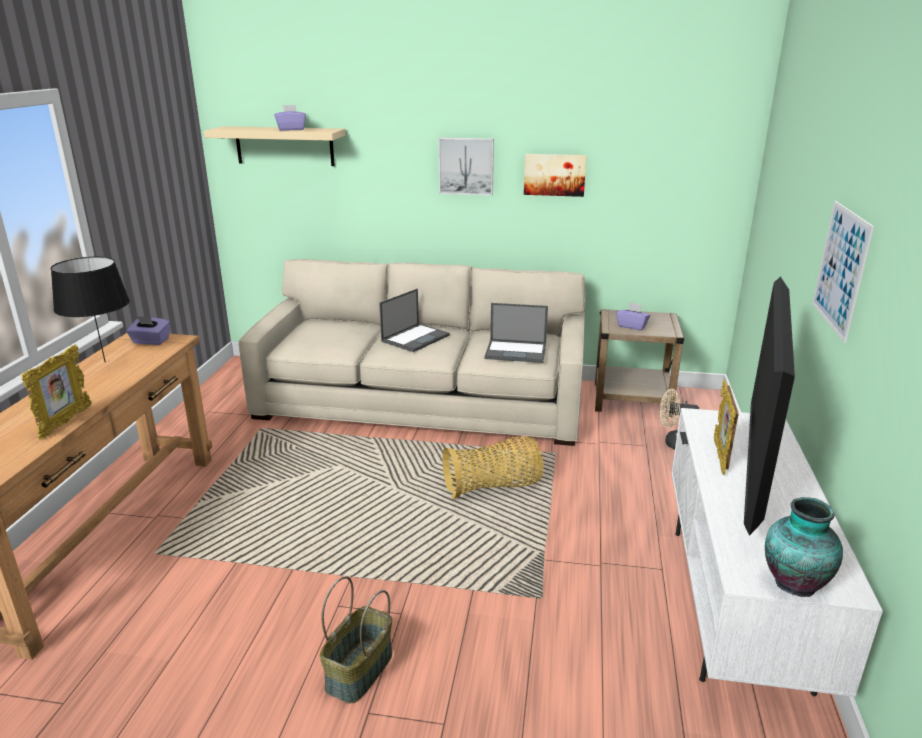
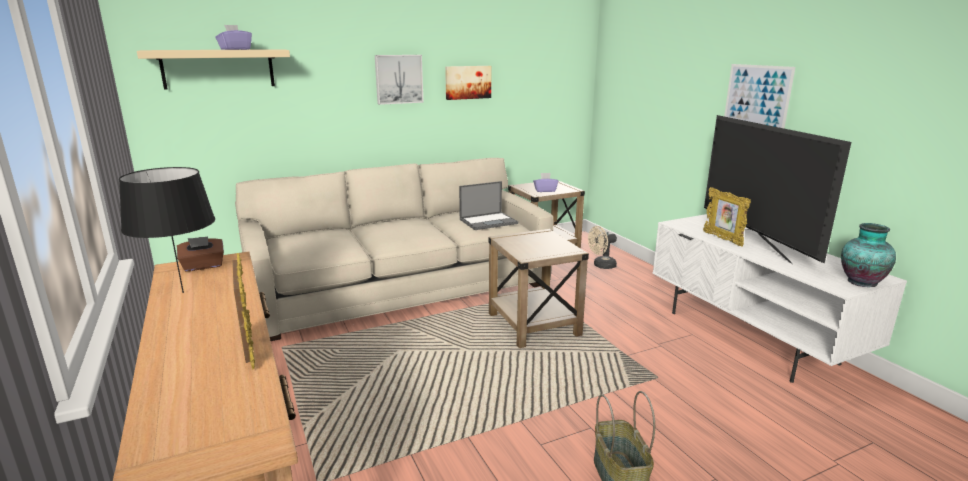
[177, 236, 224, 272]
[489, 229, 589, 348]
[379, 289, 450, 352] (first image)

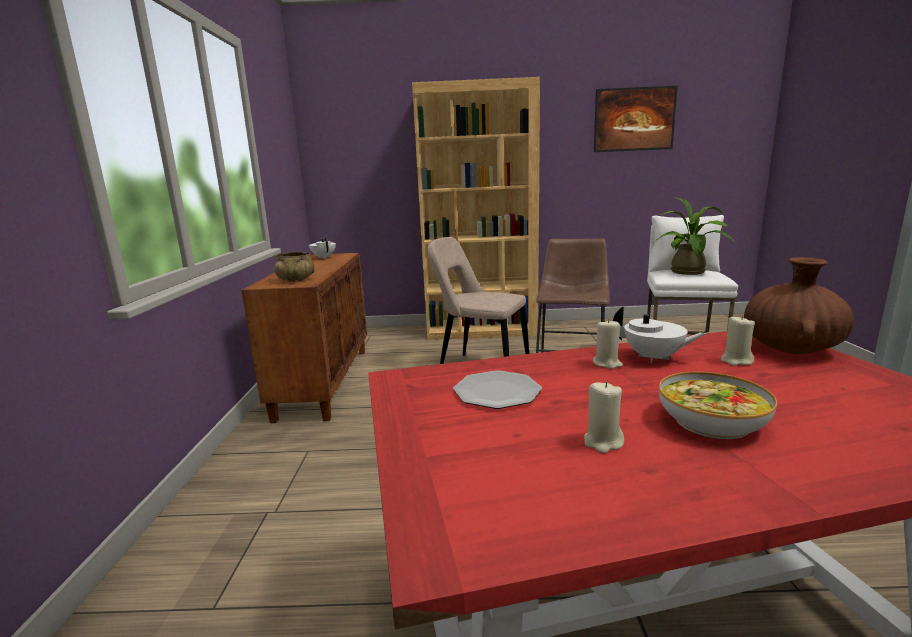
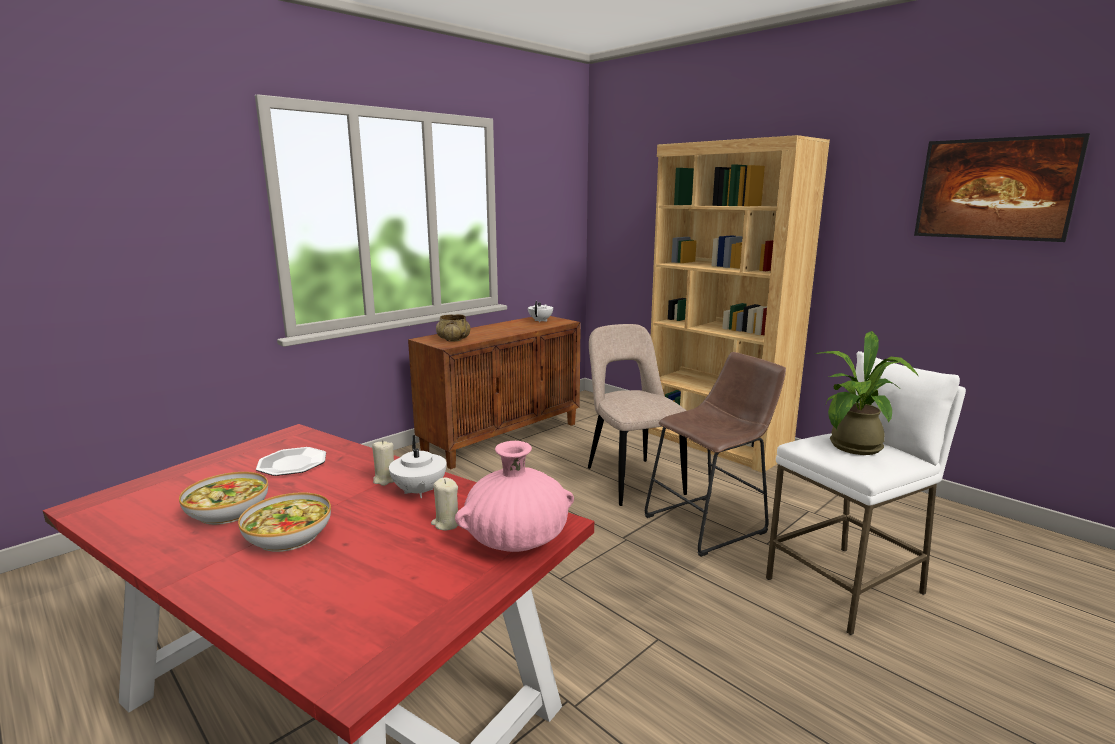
[179, 472, 268, 525]
[455, 441, 574, 552]

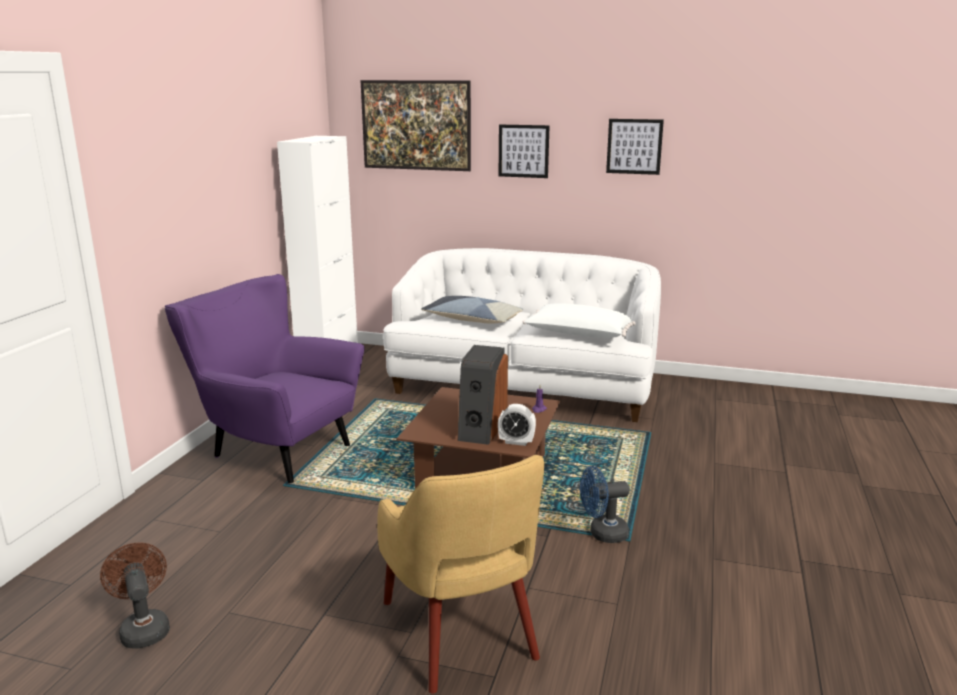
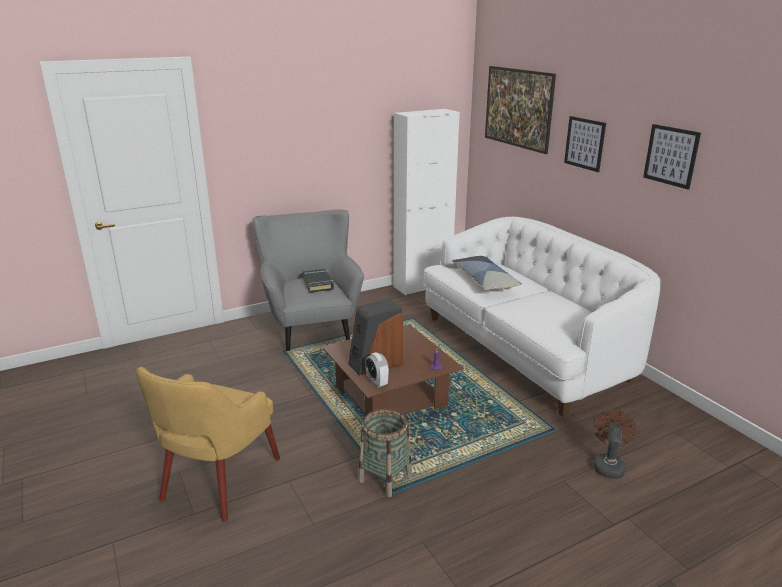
[252, 210, 364, 351]
[303, 269, 334, 292]
[358, 409, 412, 497]
[593, 410, 636, 479]
[523, 303, 636, 338] (first image)

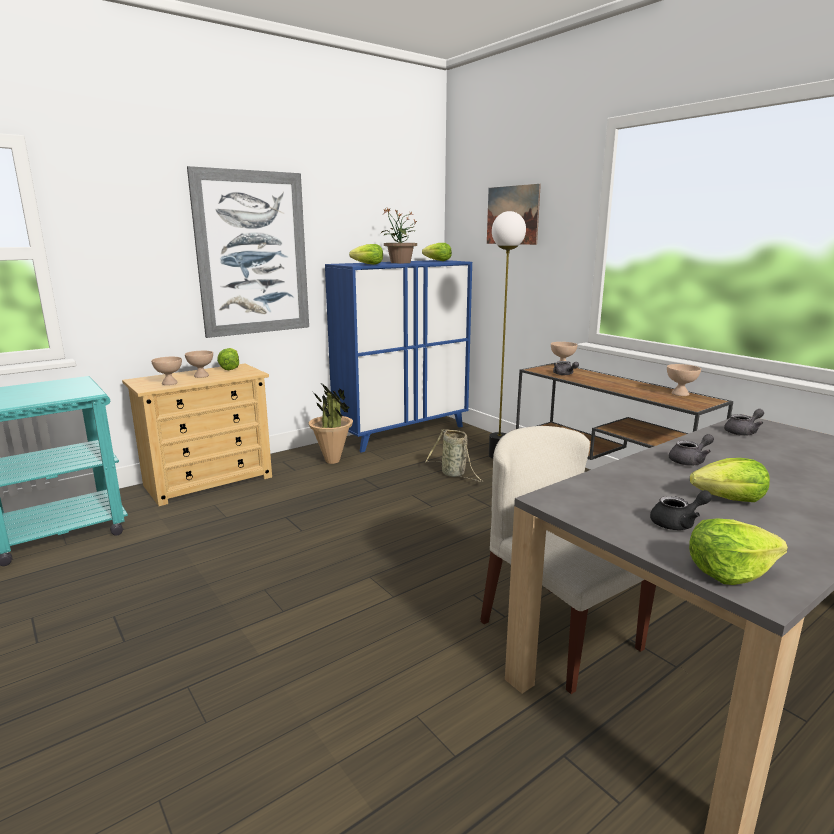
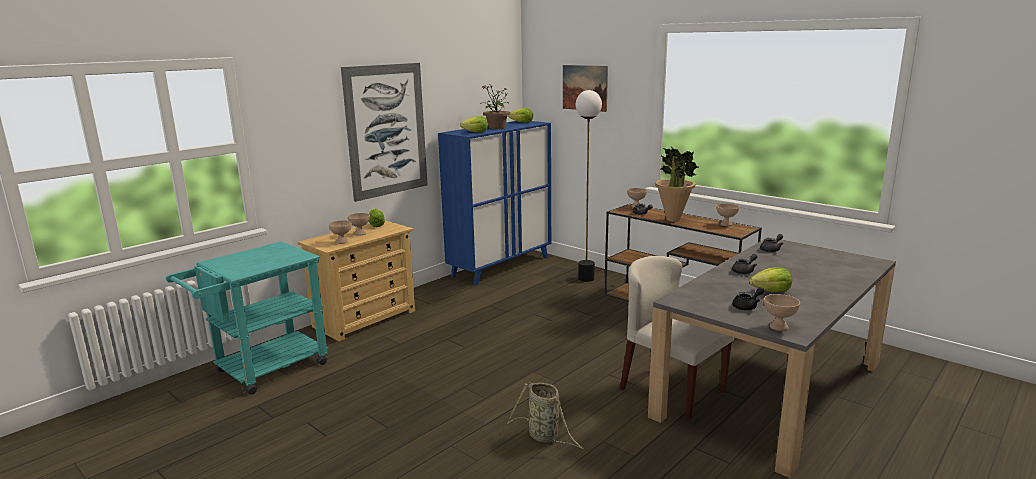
[507, 382, 584, 449]
[655, 147, 699, 222]
[764, 294, 800, 331]

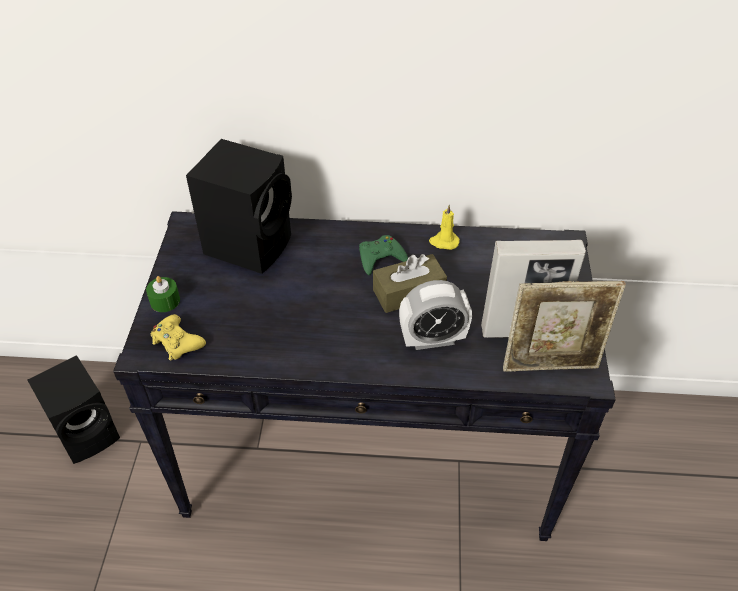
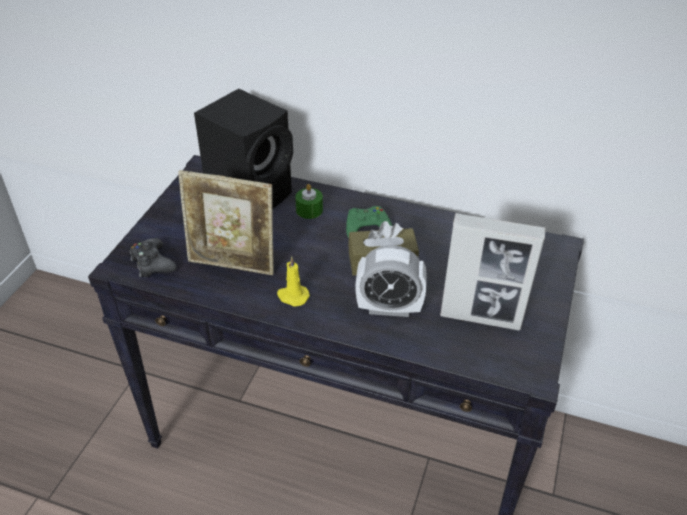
[129, 238, 177, 277]
[178, 170, 274, 275]
[277, 256, 310, 306]
[295, 184, 323, 219]
[27, 355, 120, 464] (first image)

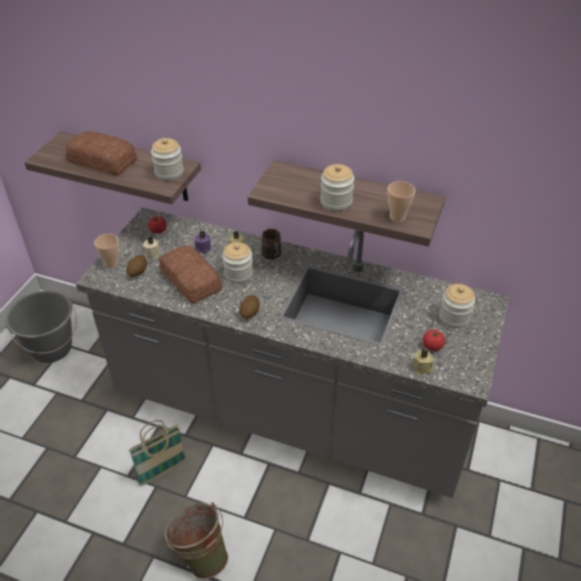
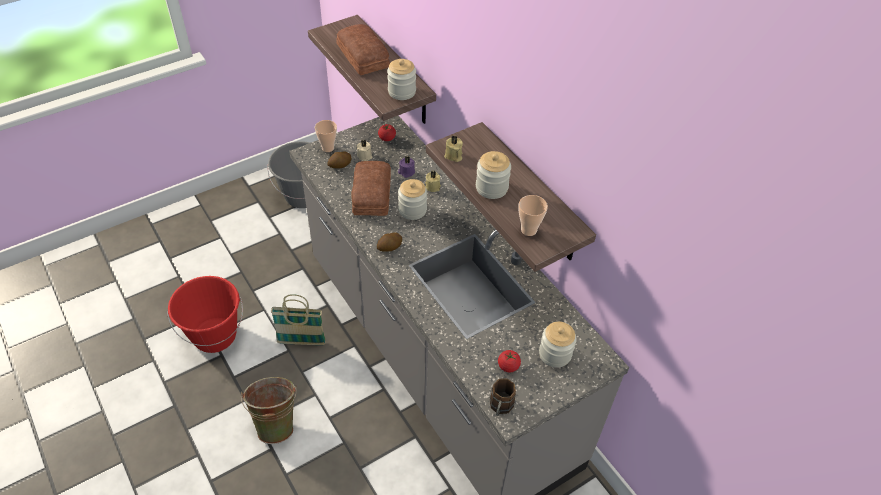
[167, 276, 243, 353]
[444, 135, 463, 162]
[490, 378, 516, 416]

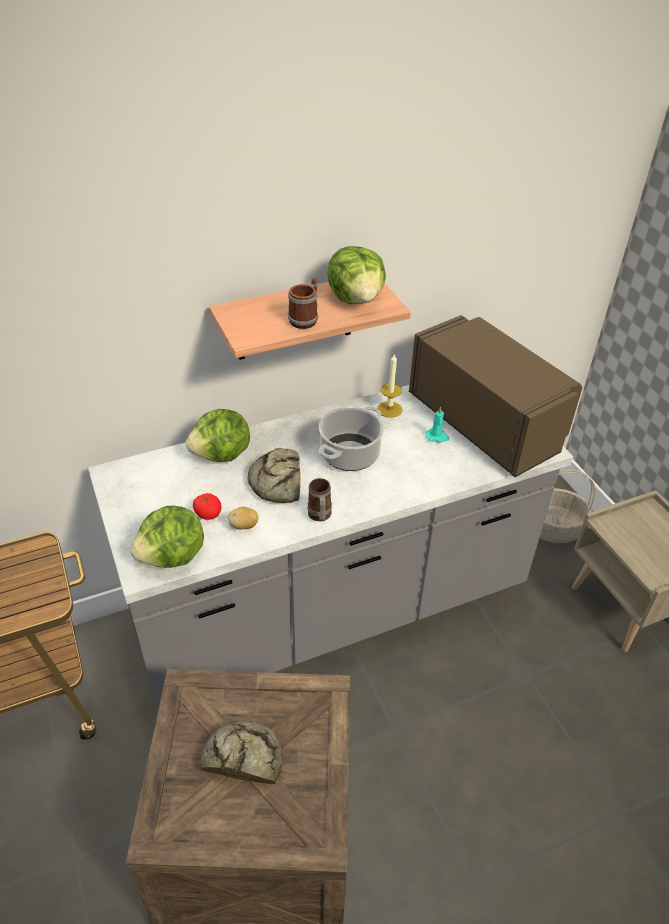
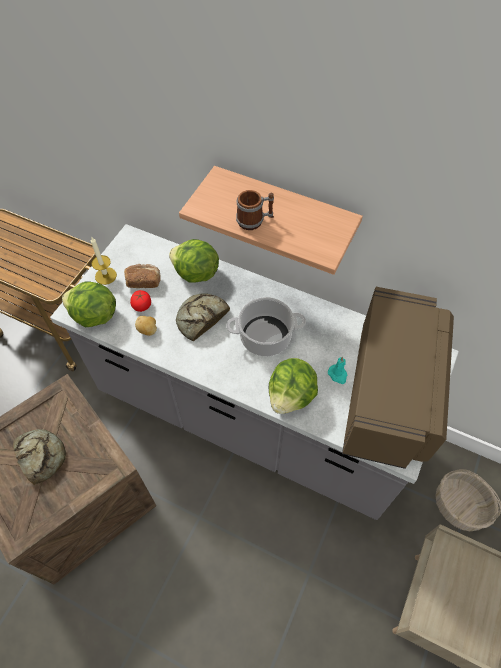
[91, 238, 117, 285]
[124, 264, 161, 288]
[269, 358, 318, 414]
[308, 478, 332, 521] (first image)

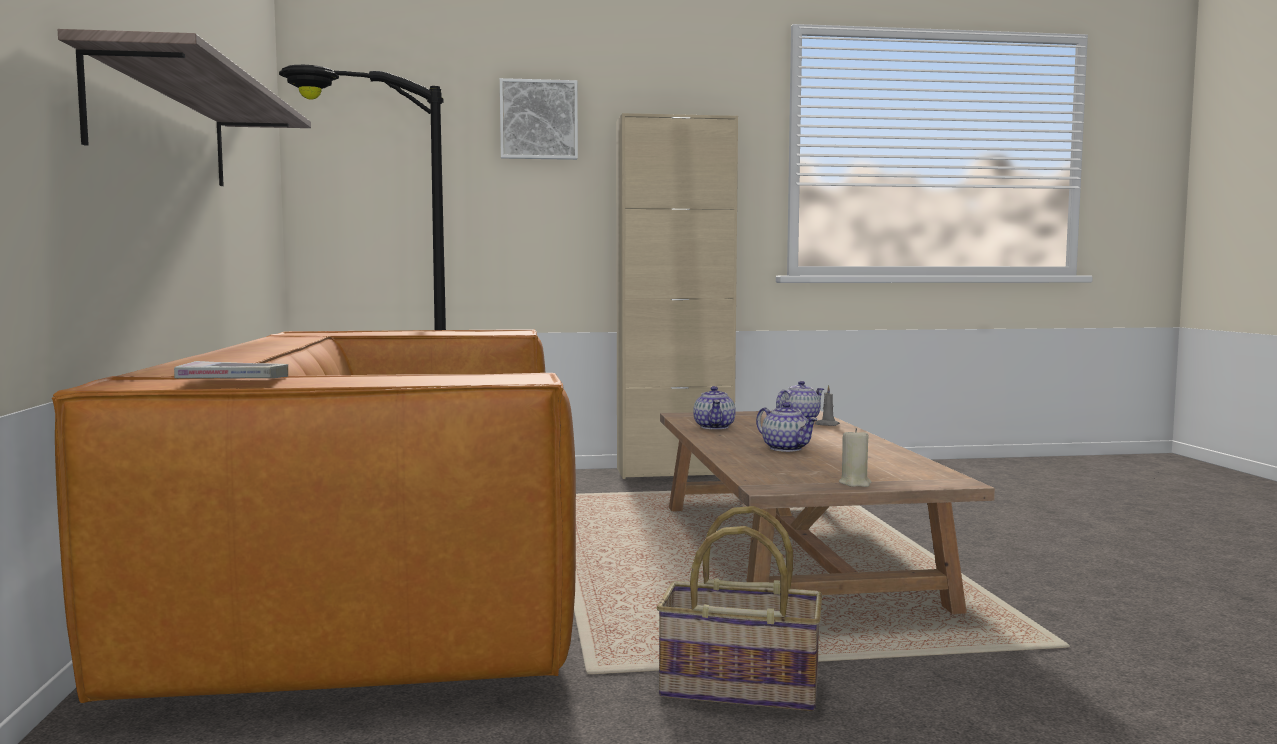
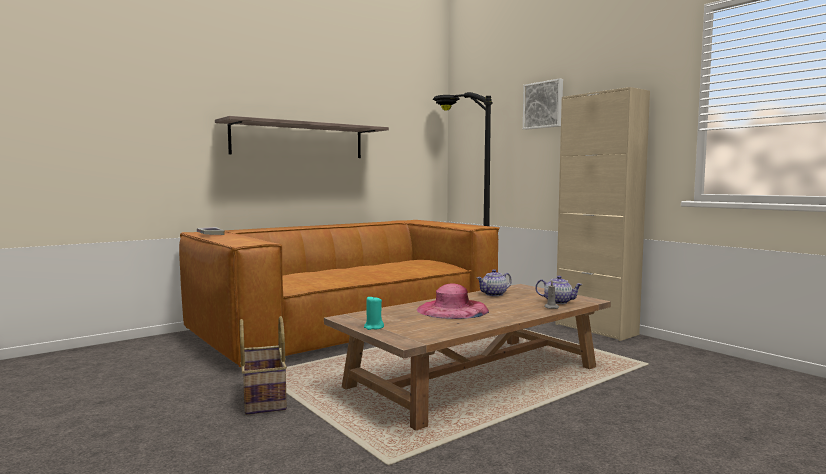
[364, 295, 384, 330]
[417, 283, 489, 319]

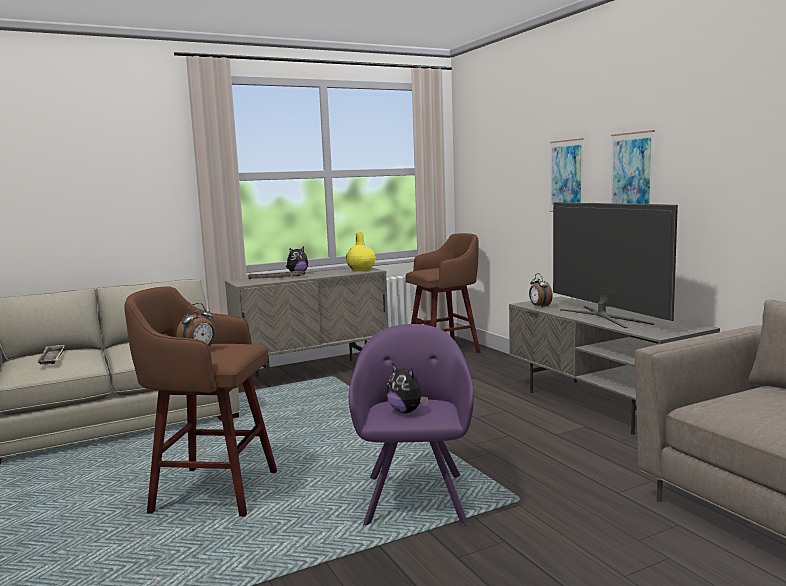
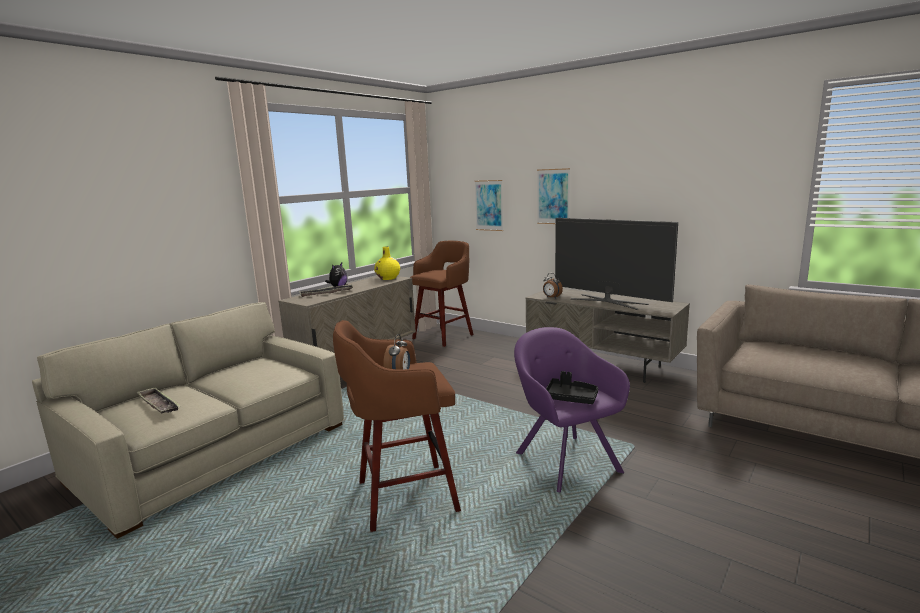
[475, 180, 503, 231]
[546, 371, 598, 404]

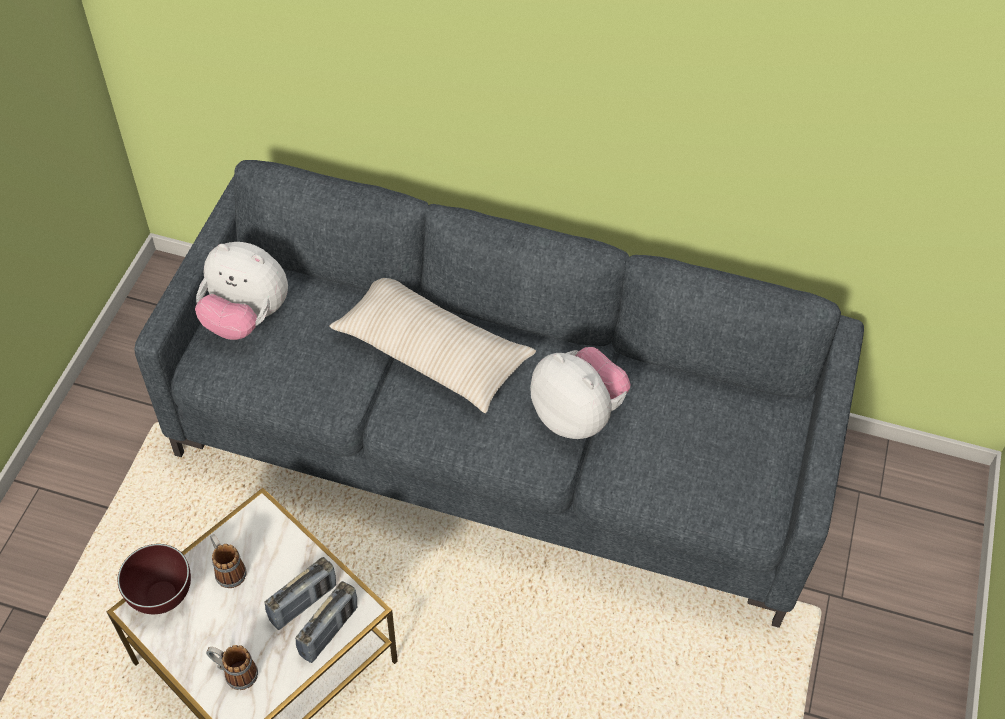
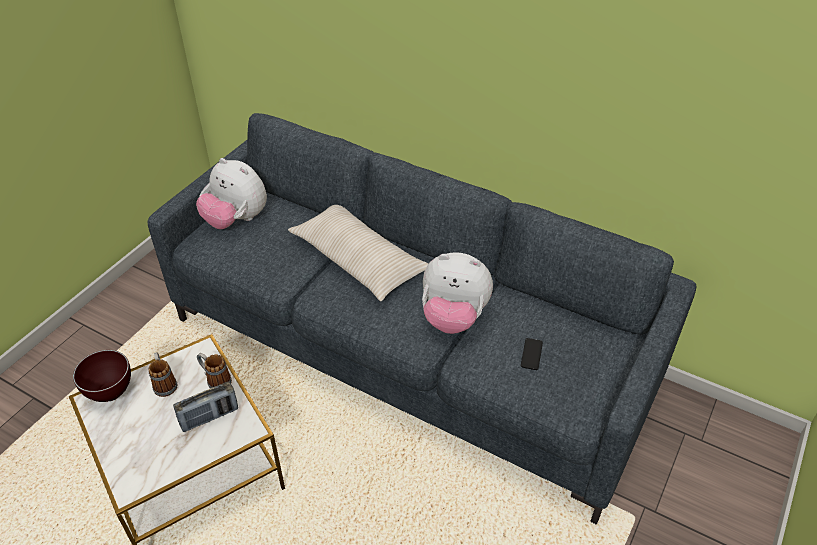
[197, 353, 232, 389]
[422, 252, 493, 334]
[521, 338, 543, 370]
[295, 581, 358, 663] (first image)

